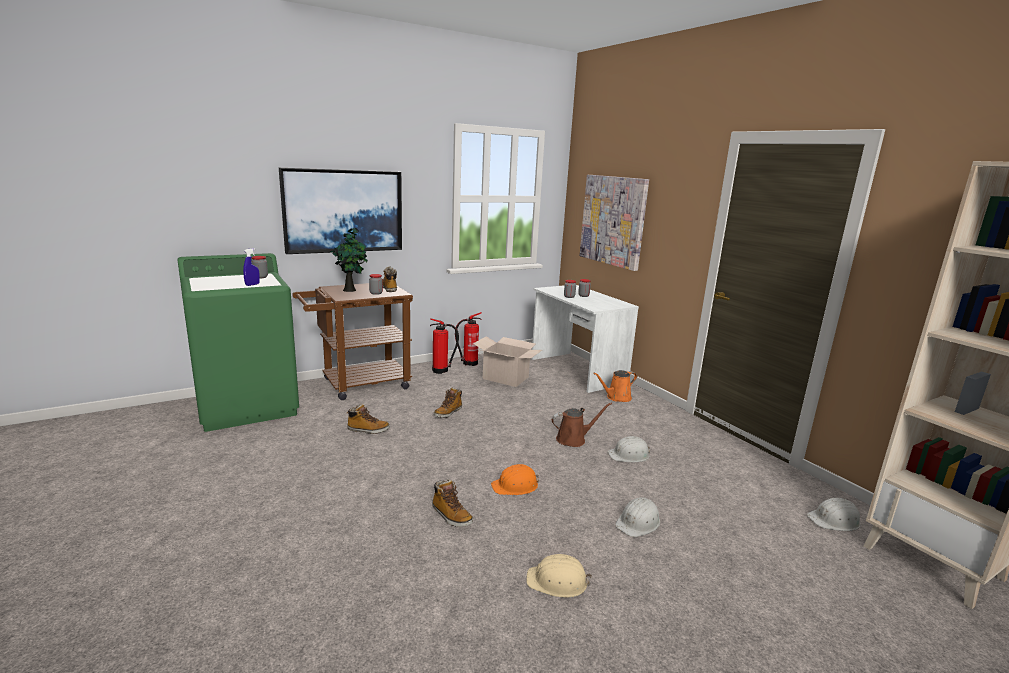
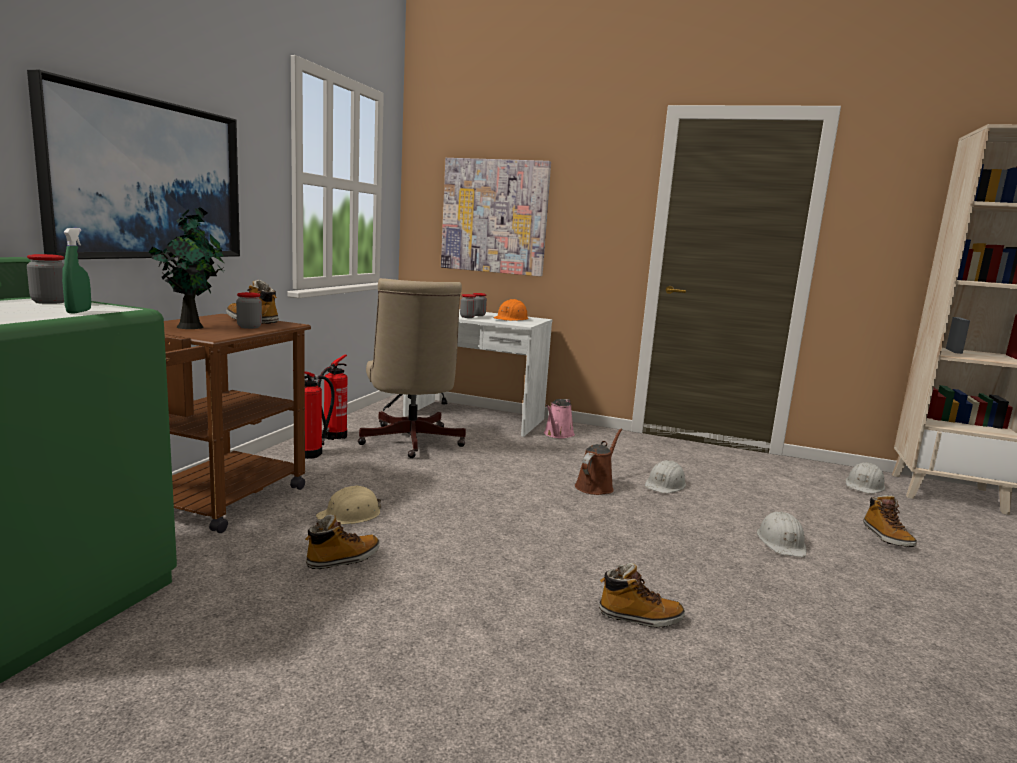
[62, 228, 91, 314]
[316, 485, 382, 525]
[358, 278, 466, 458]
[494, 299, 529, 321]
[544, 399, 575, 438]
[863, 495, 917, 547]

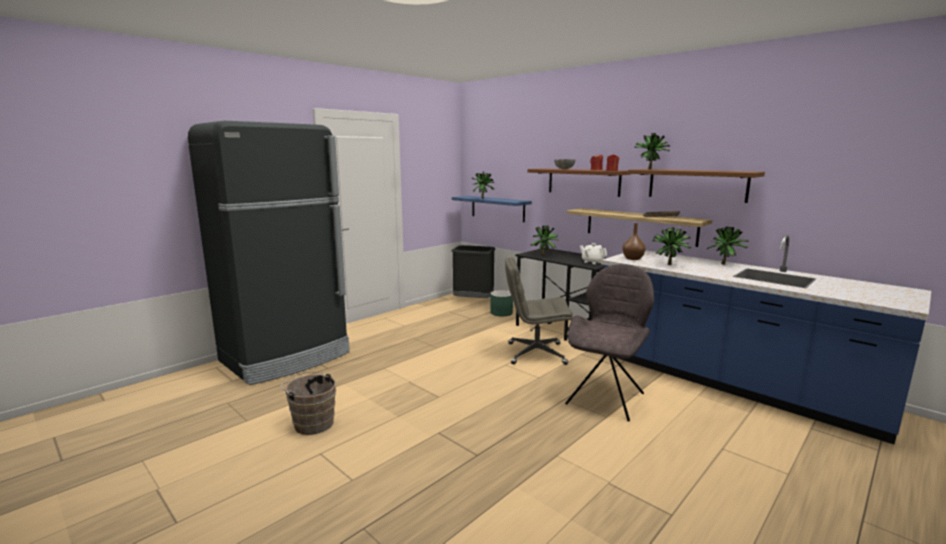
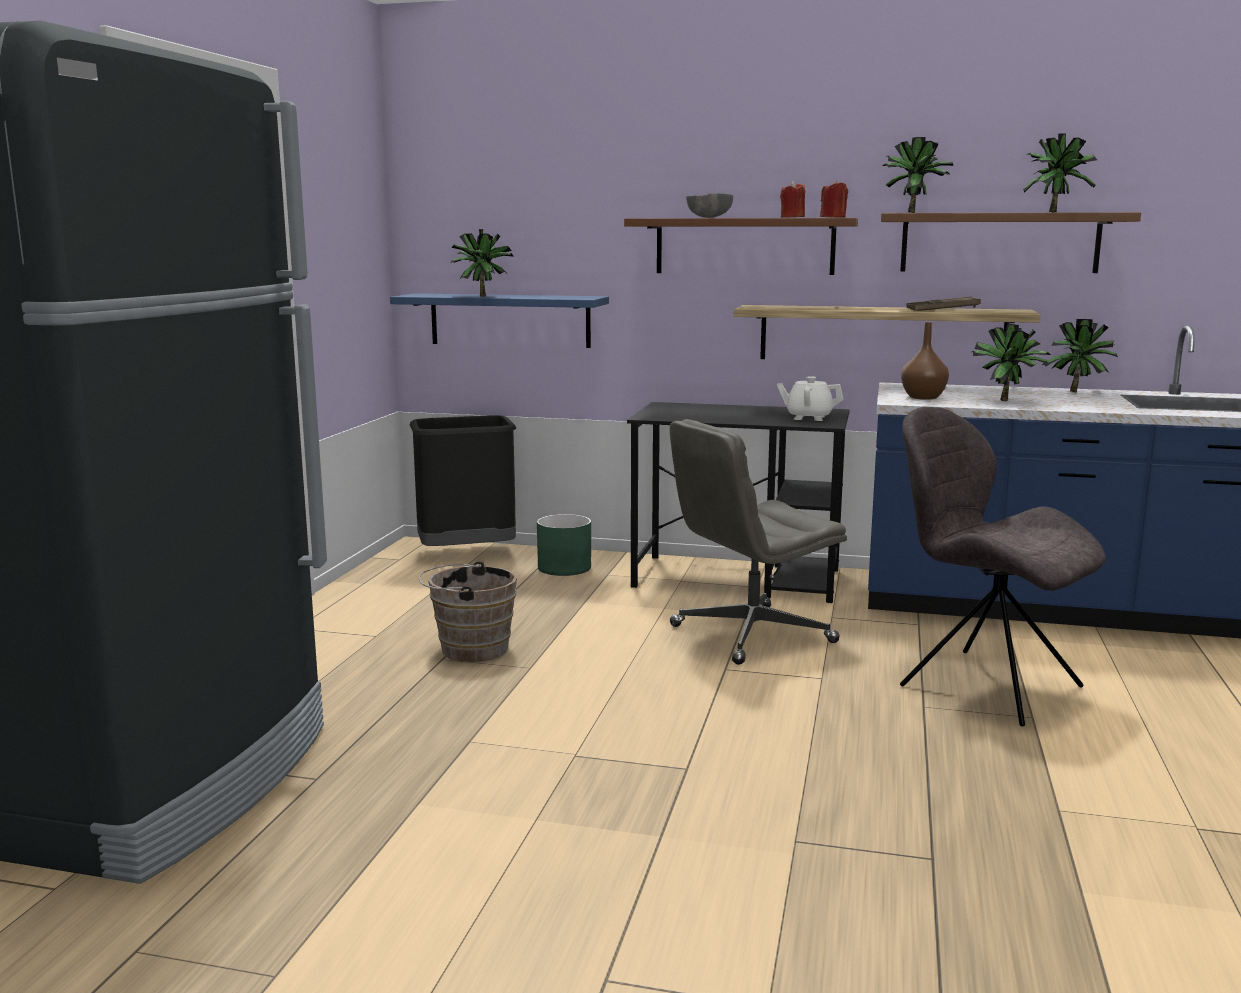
[419, 561, 517, 662]
[900, 407, 1106, 727]
[1023, 133, 1097, 212]

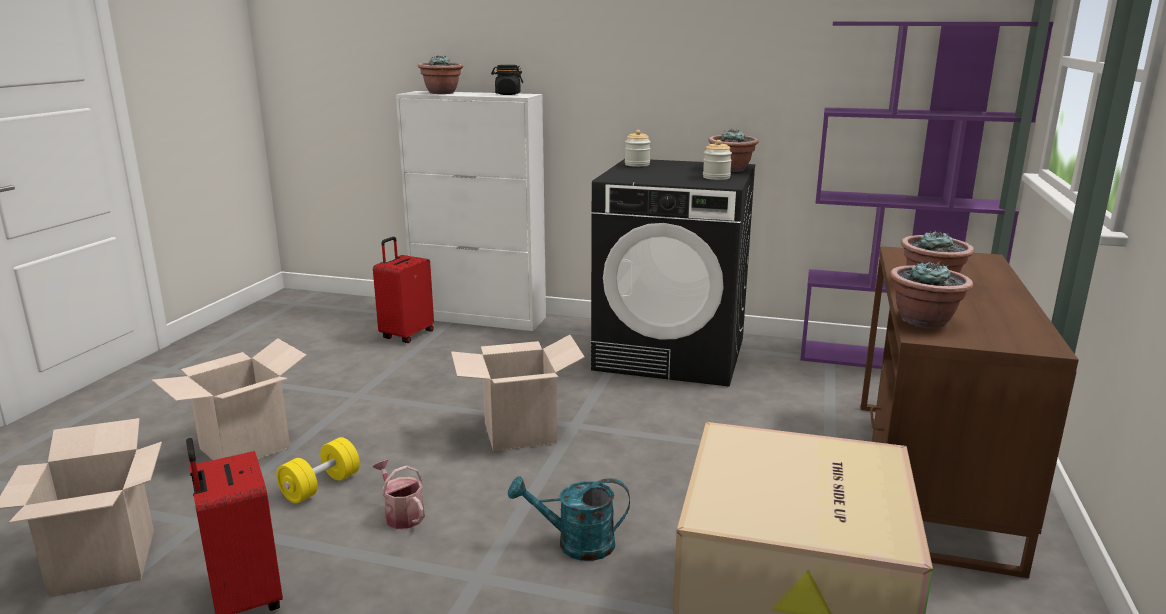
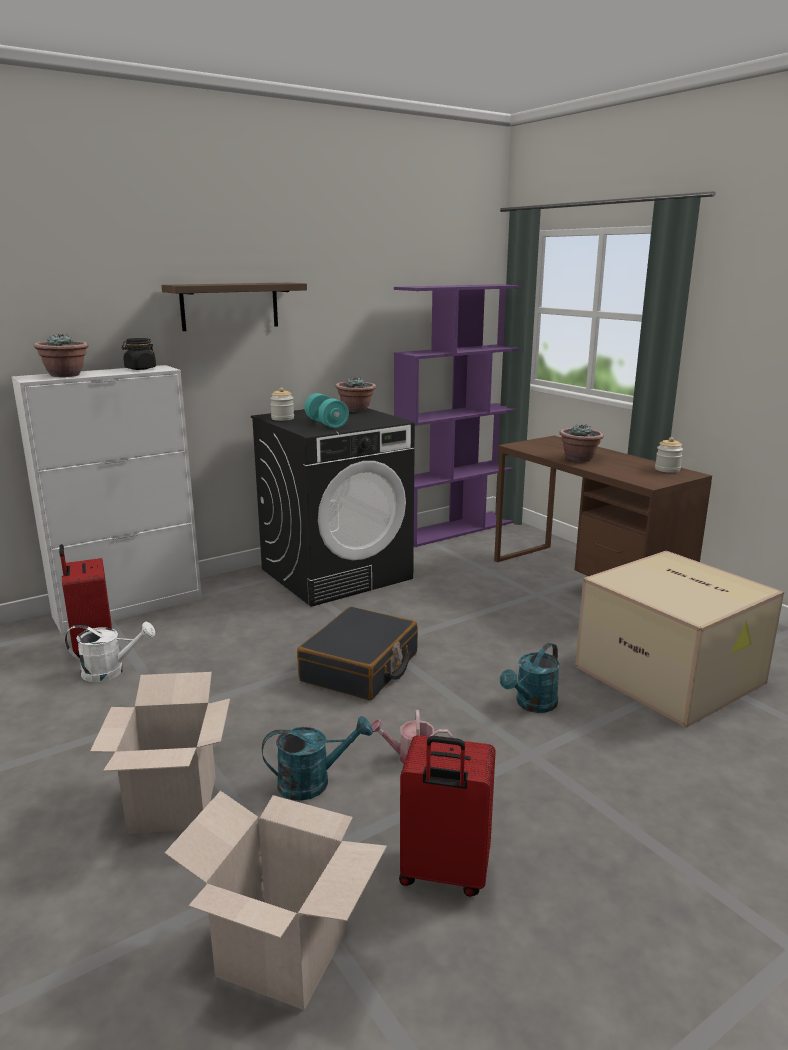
[65, 622, 155, 682]
[161, 283, 307, 331]
[262, 716, 373, 801]
[297, 607, 418, 700]
[304, 393, 349, 428]
[655, 437, 683, 473]
[890, 261, 973, 329] (first image)

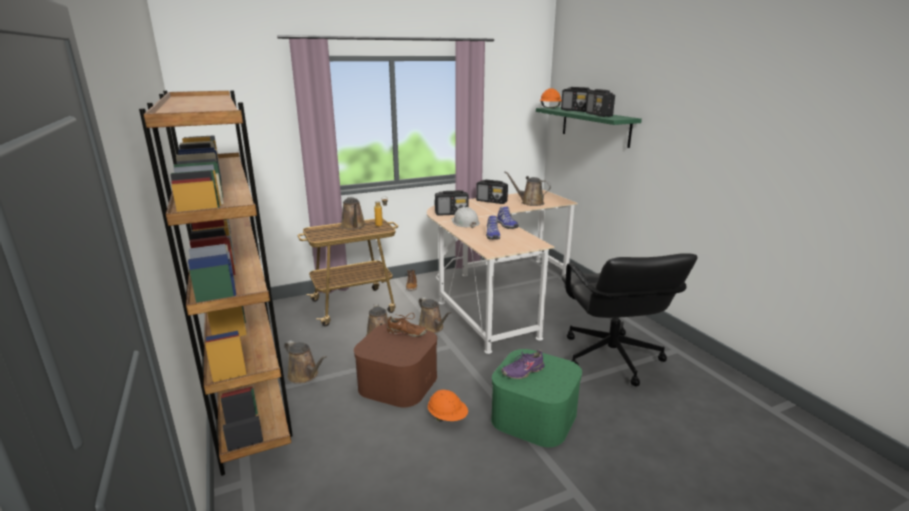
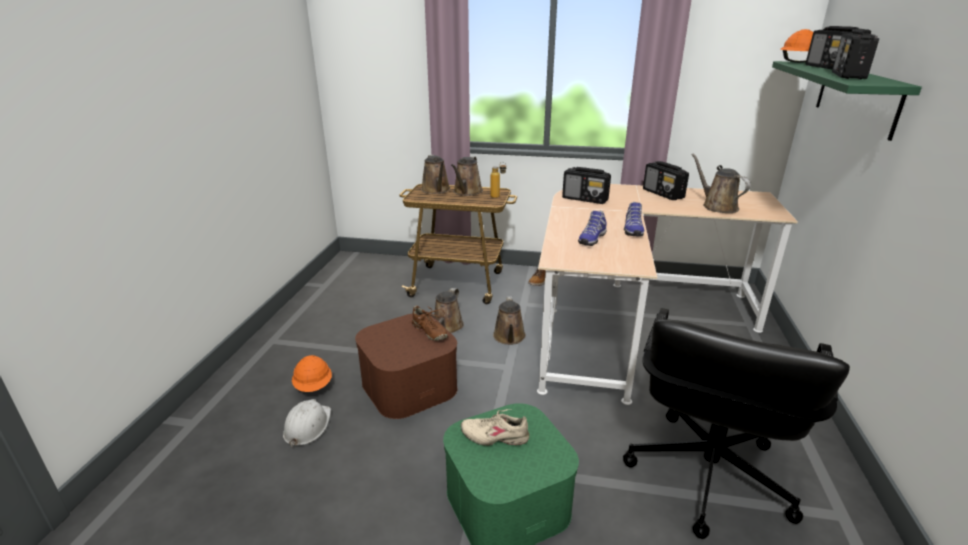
[283, 399, 331, 448]
[292, 355, 332, 392]
[421, 155, 450, 194]
[460, 409, 530, 446]
[139, 90, 293, 476] (first image)

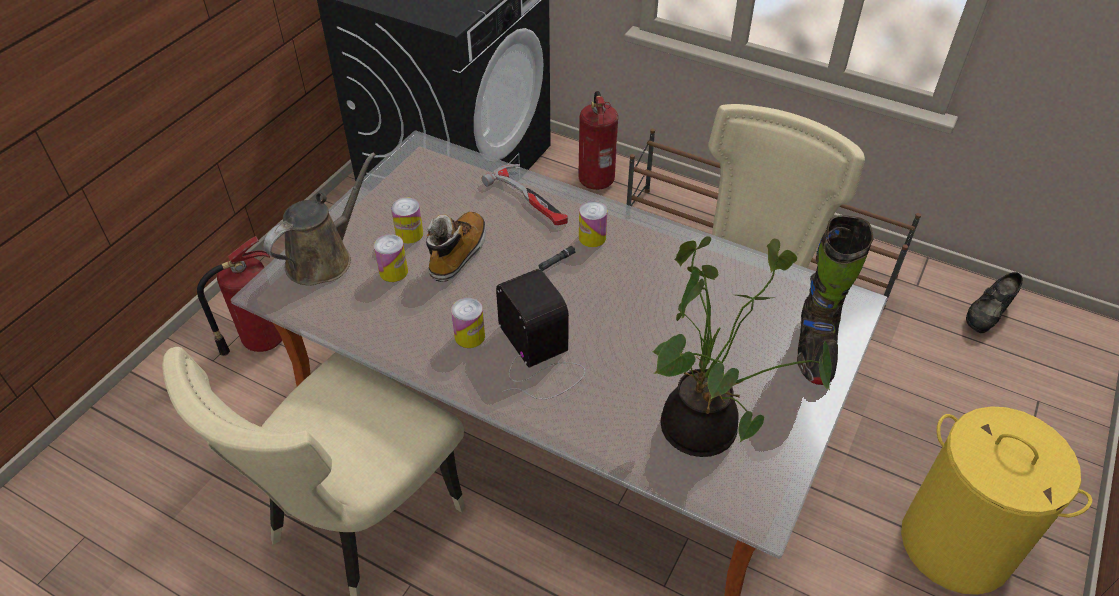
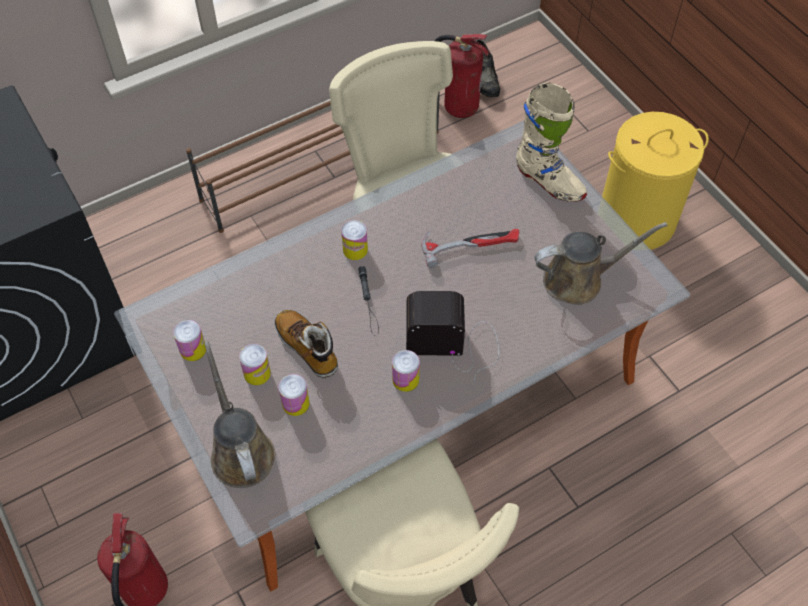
[173, 320, 206, 361]
[421, 229, 519, 268]
[435, 34, 490, 118]
[516, 82, 587, 202]
[534, 222, 668, 305]

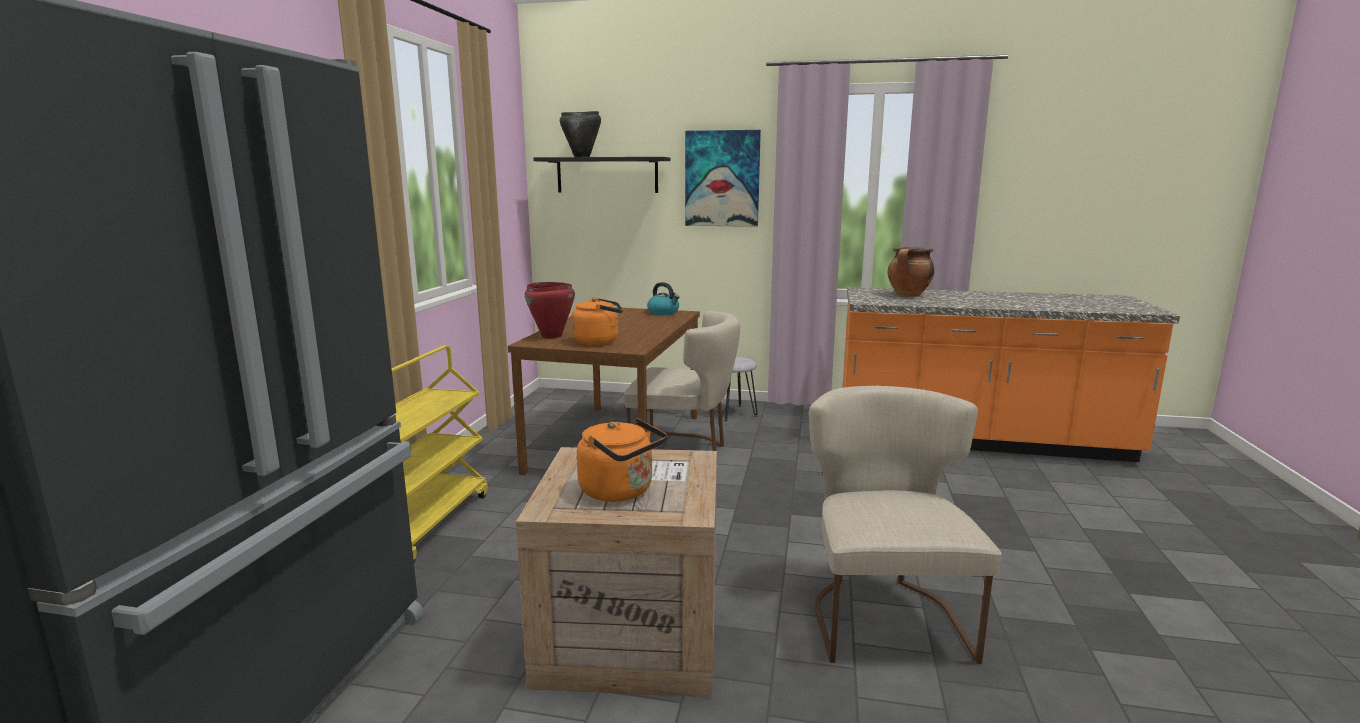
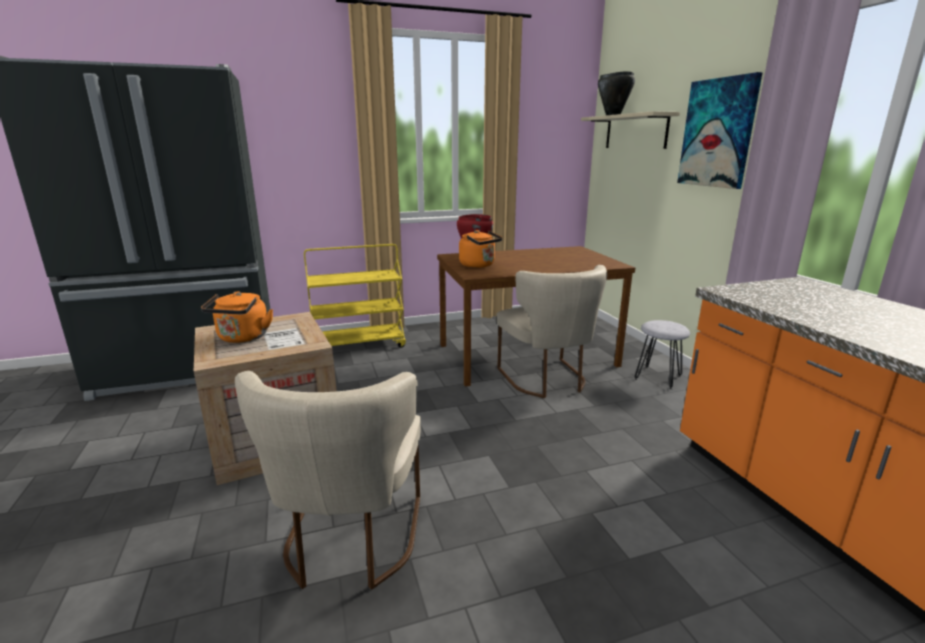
[235, 371, 421, 590]
[581, 111, 680, 149]
[647, 282, 679, 315] (first image)
[887, 247, 934, 297] (first image)

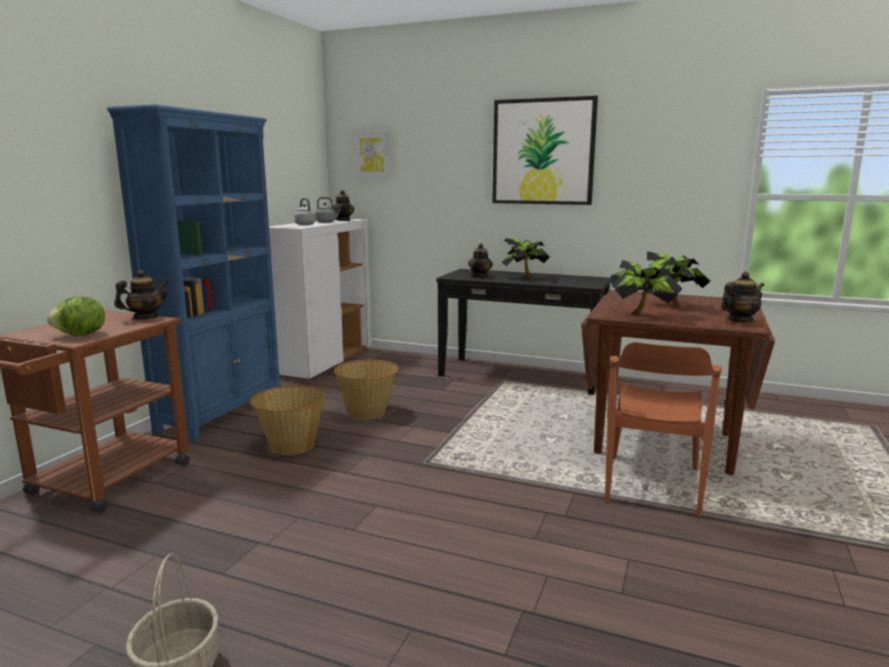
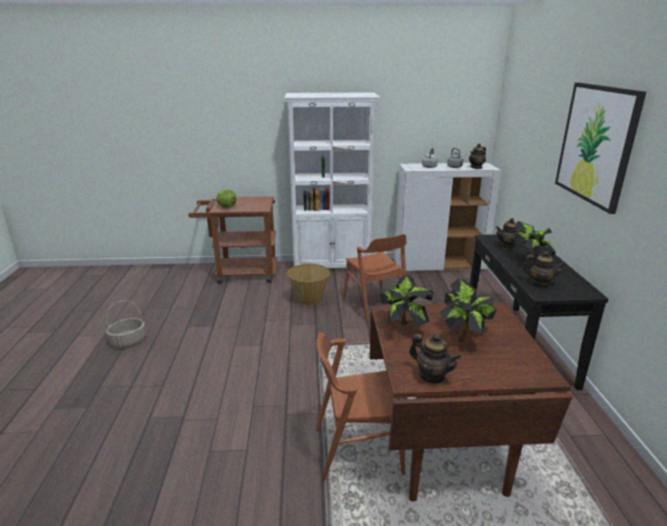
[284, 93, 380, 268]
[343, 234, 407, 322]
[521, 251, 565, 286]
[353, 130, 391, 178] (first image)

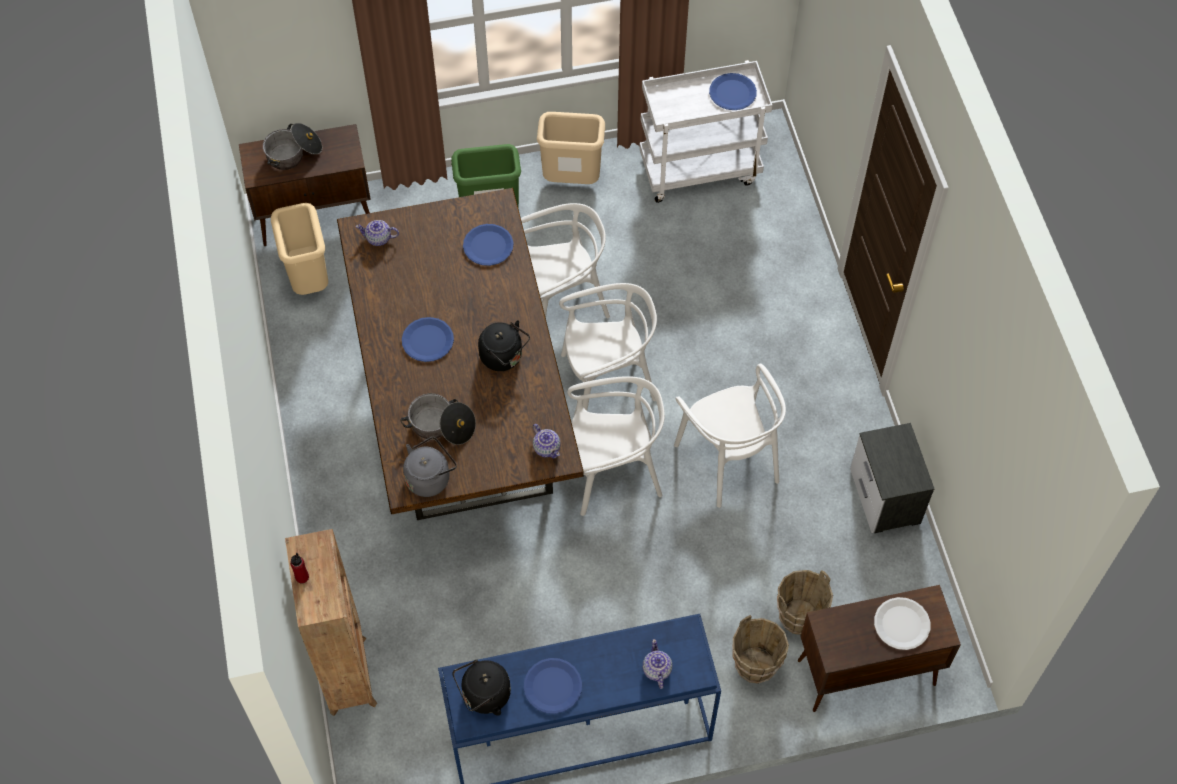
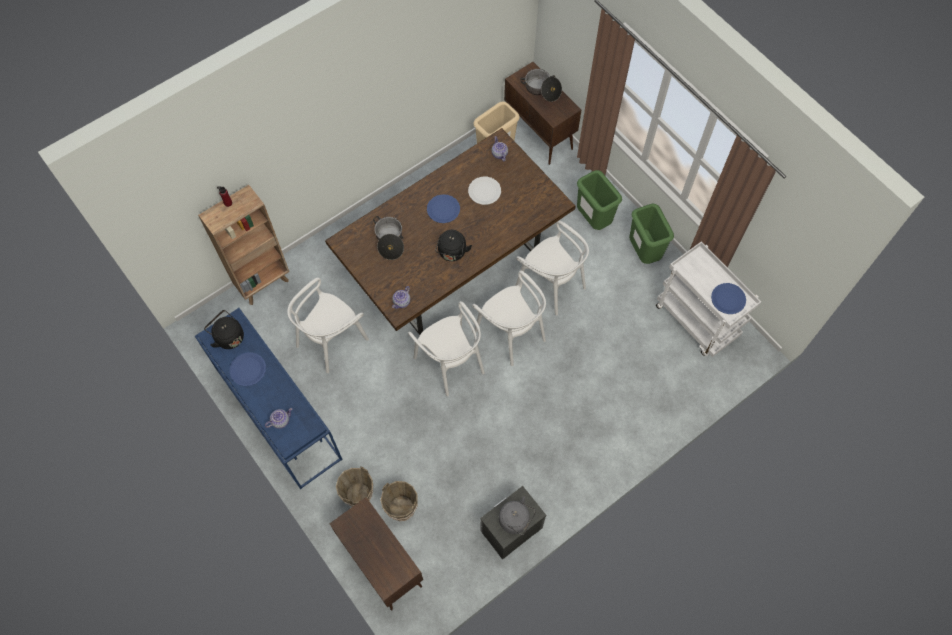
[287, 277, 369, 373]
[468, 177, 501, 205]
[499, 496, 536, 535]
[629, 204, 674, 264]
[463, 224, 514, 266] (first image)

